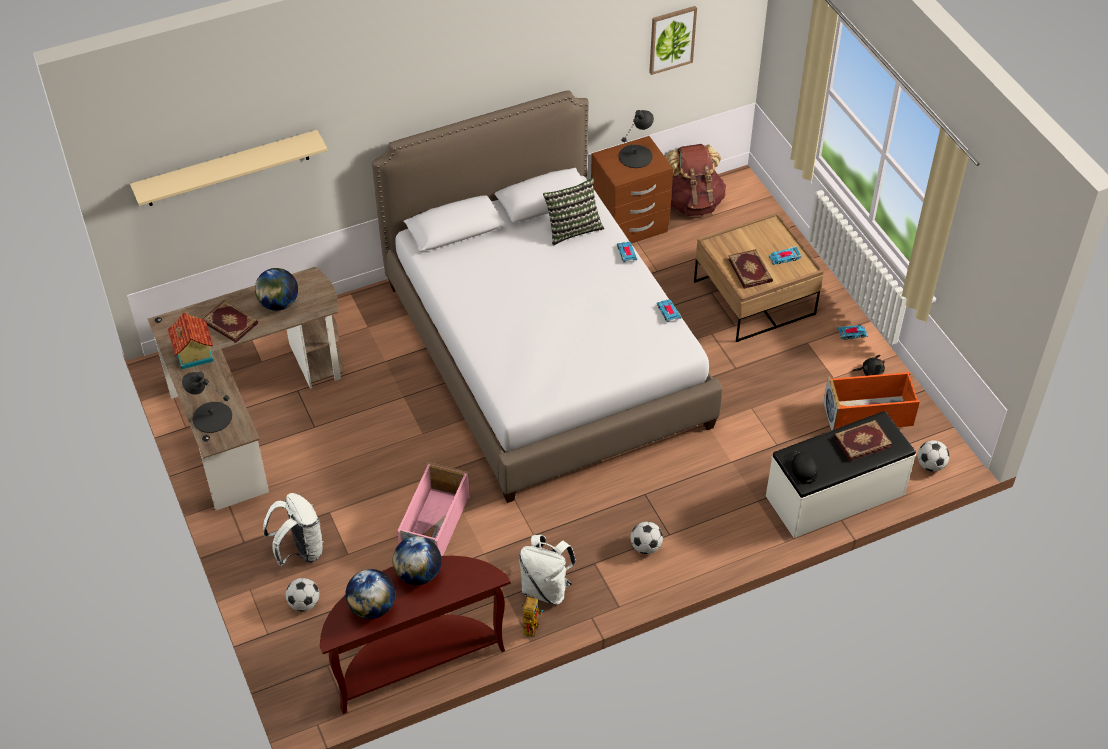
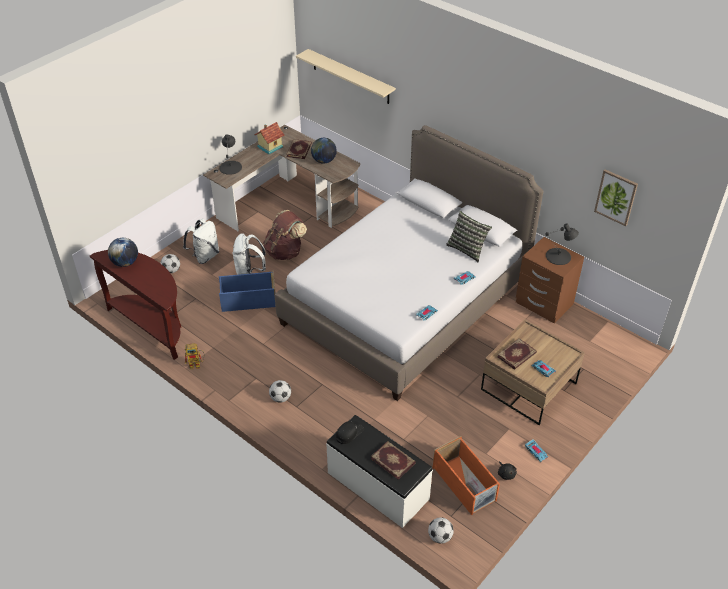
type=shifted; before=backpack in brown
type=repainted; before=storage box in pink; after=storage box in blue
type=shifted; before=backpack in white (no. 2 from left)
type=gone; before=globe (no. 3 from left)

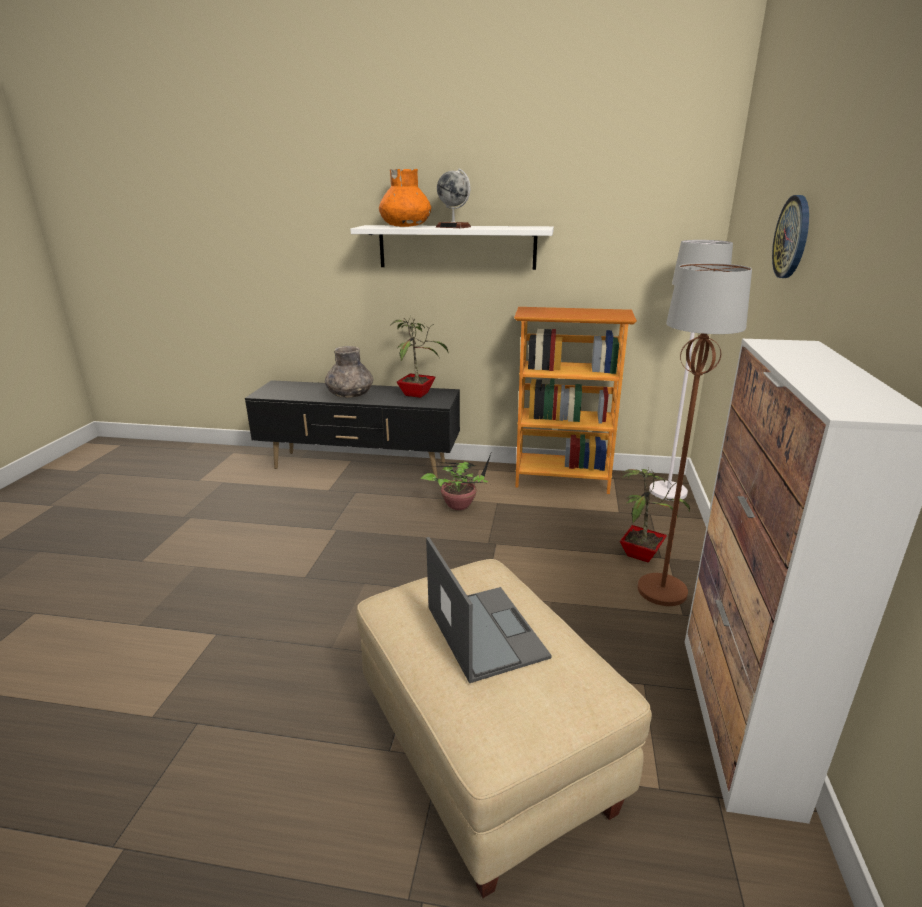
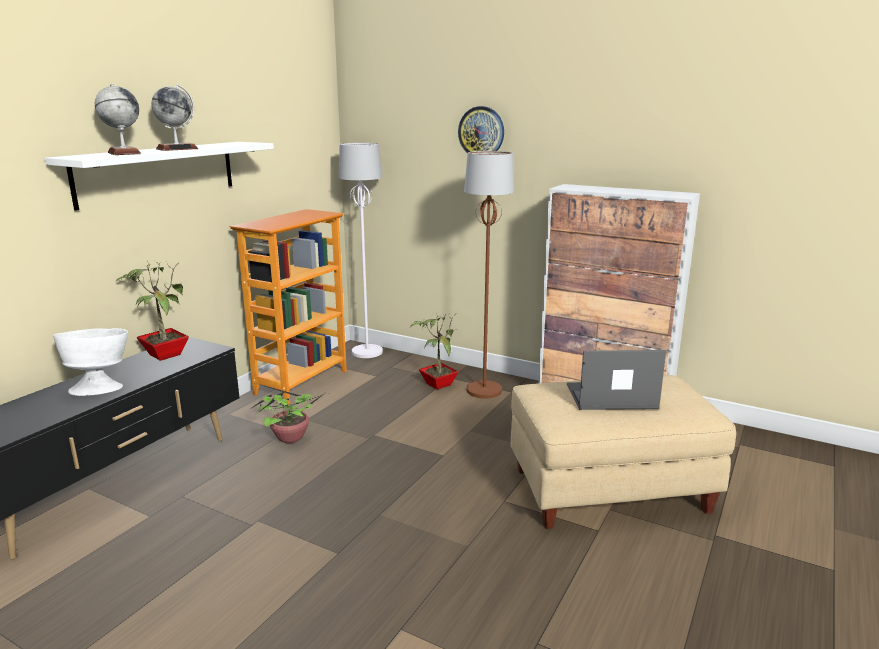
type=swapped; before=vase in orange; after=globe (no. 1 from left)
type=swapped; before=vase in grey; after=bowl in white

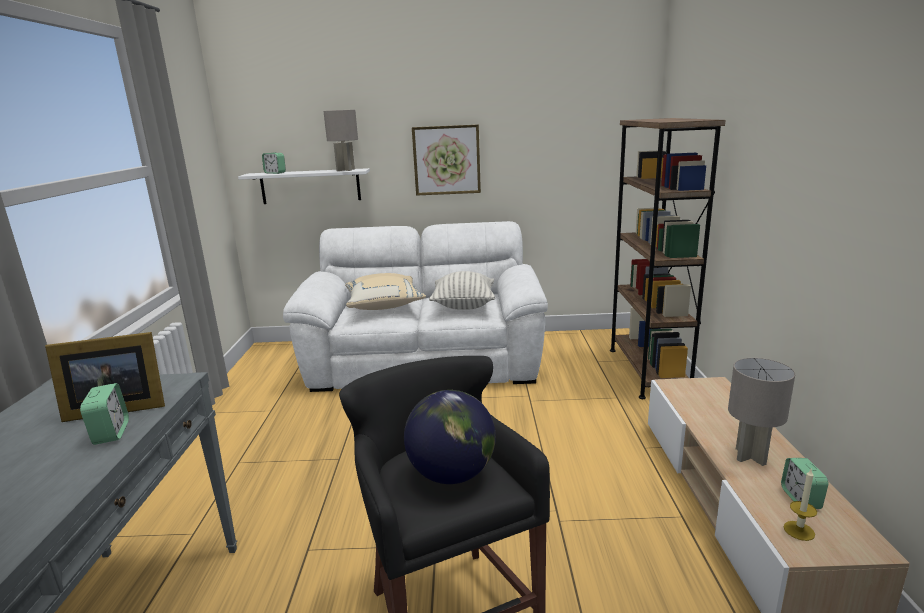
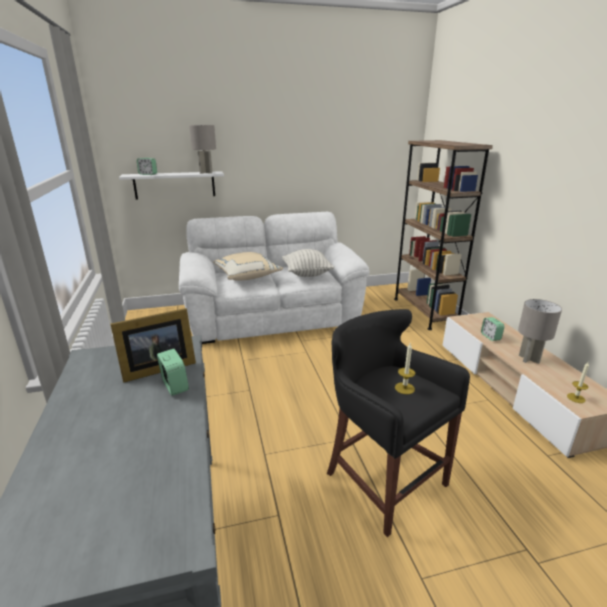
type=gone; before=picture
type=swapped; before=globe; after=candle (no. 1 from left)
type=shifted; before=alarm clock (no. 3 from left)

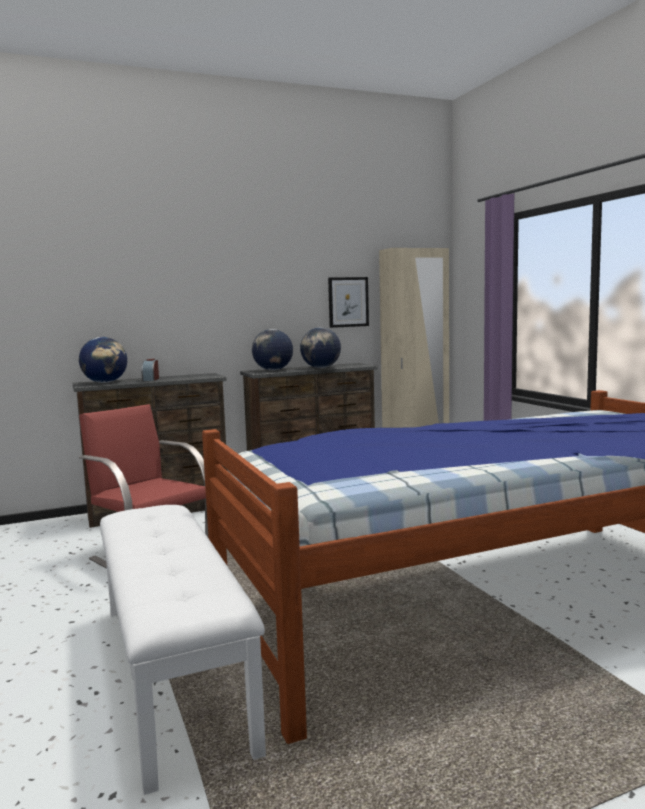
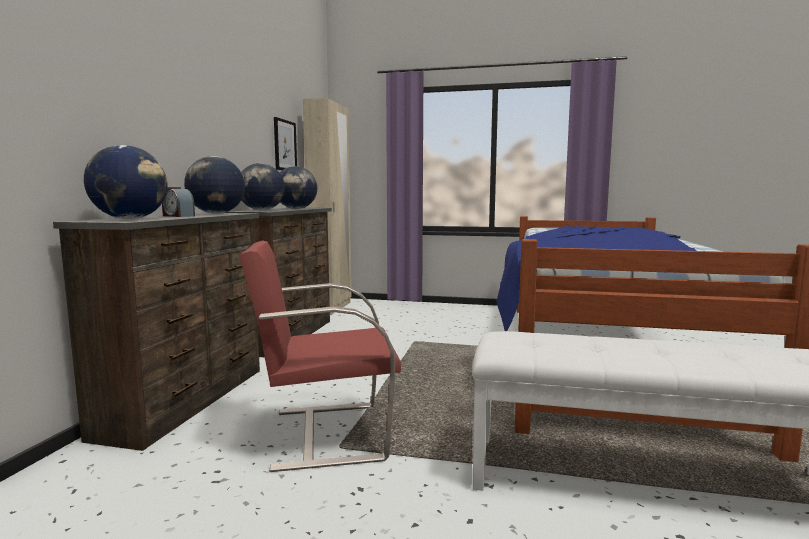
type=new; after=globe (no. 2 from left)

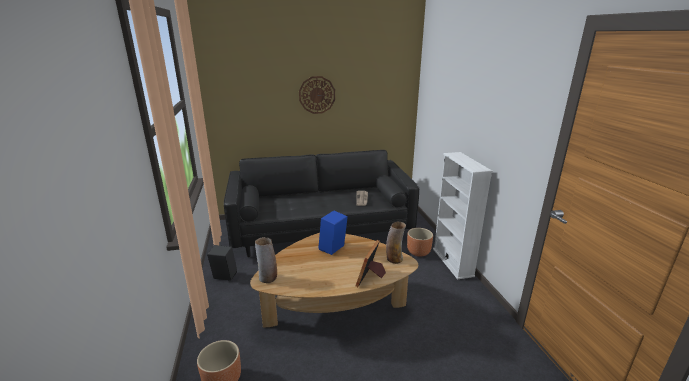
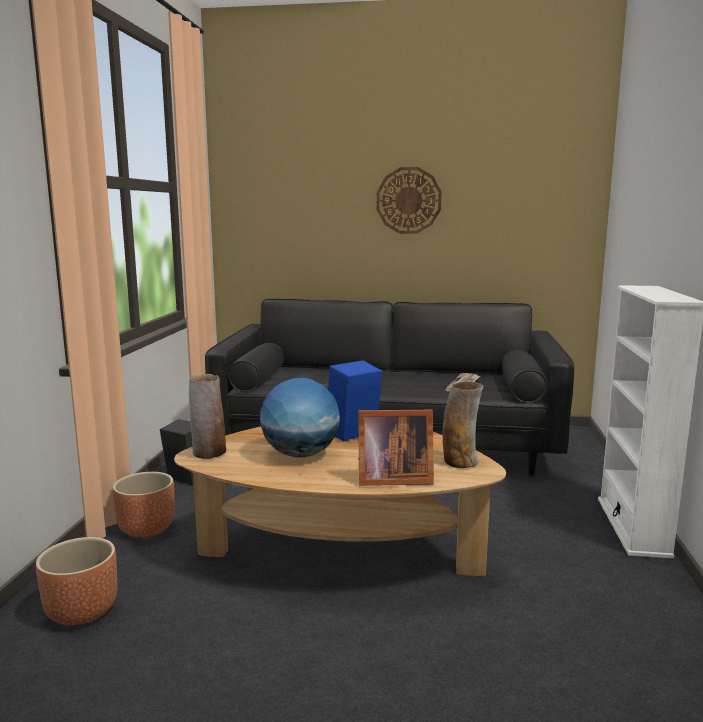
type=shifted; before=planter in brown (no. 2 from left)
type=rotated; before=picture frame; turn=-135
type=new; after=globe

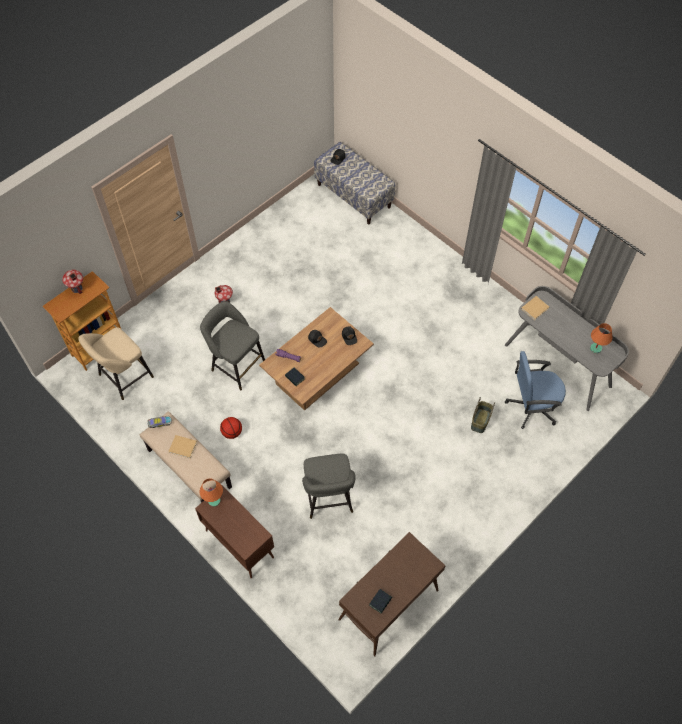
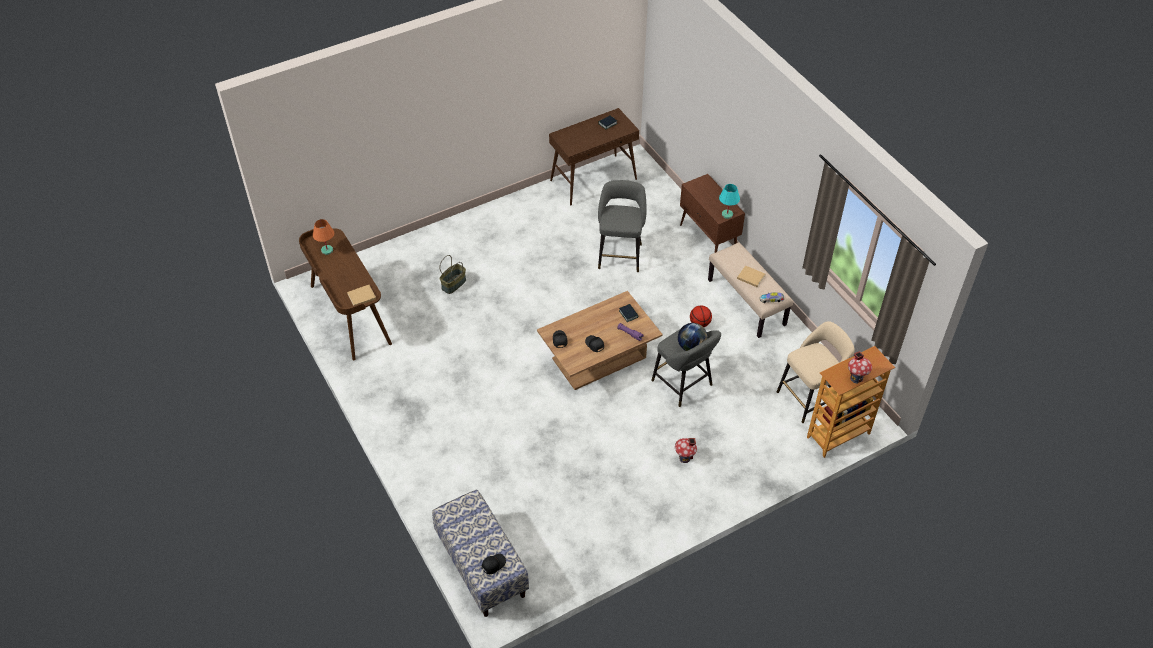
type=repainted; before=desk in grey; after=desk in brown
type=gone; before=office chair in blue
type=repainted; before=table lamp in orange (no. 1 from left); after=table lamp in turquoise
type=new; after=globe

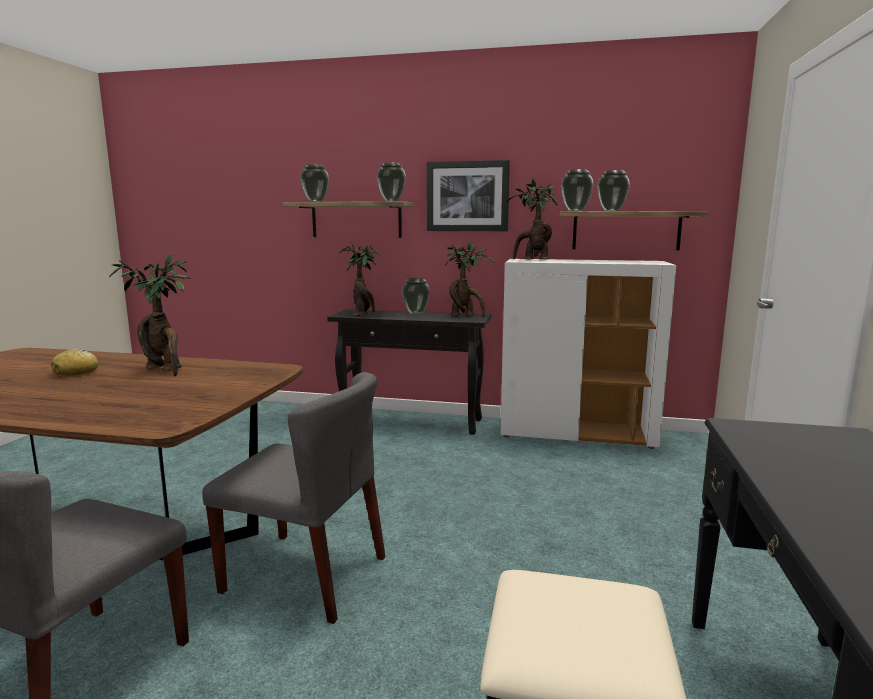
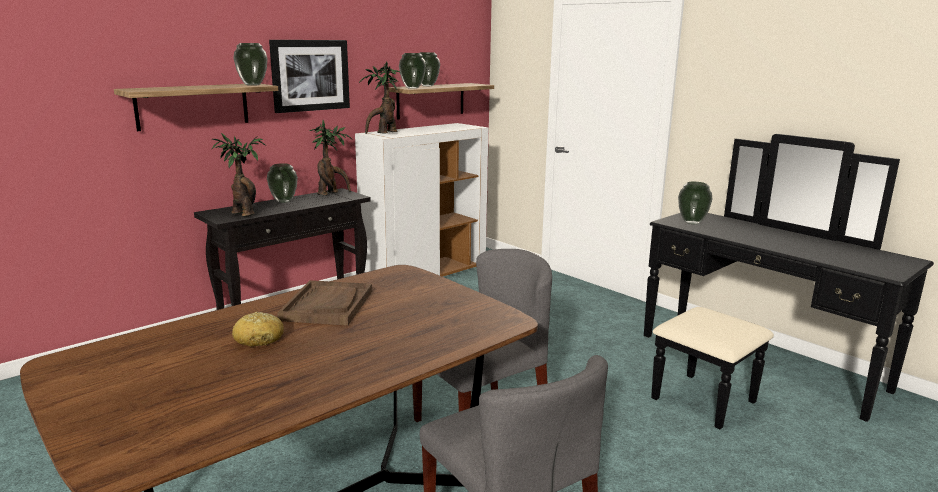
type=shifted; before=vase (no. 1 from left in the first image); after=vase (no. 5 from left)
type=swapped; before=potted plant (no. 1 from left); after=tray in brown

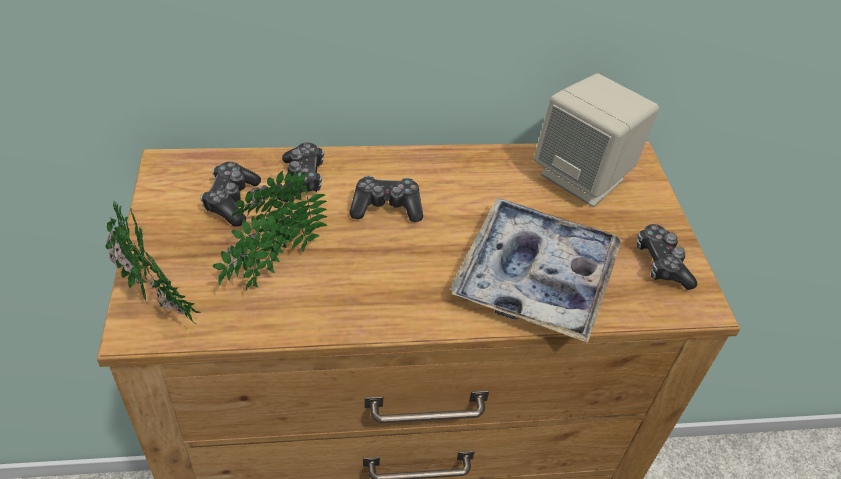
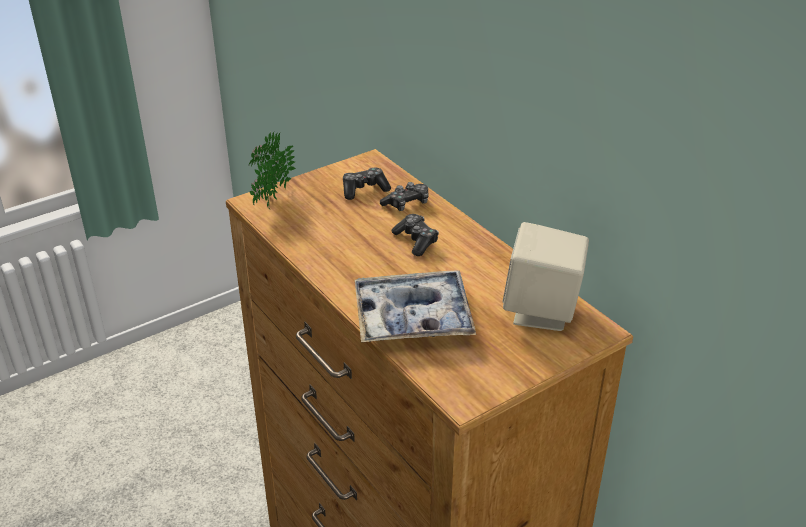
type=gone; before=potted plant (no. 2 from left)
type=gone; before=game controller (no. 4 from left)

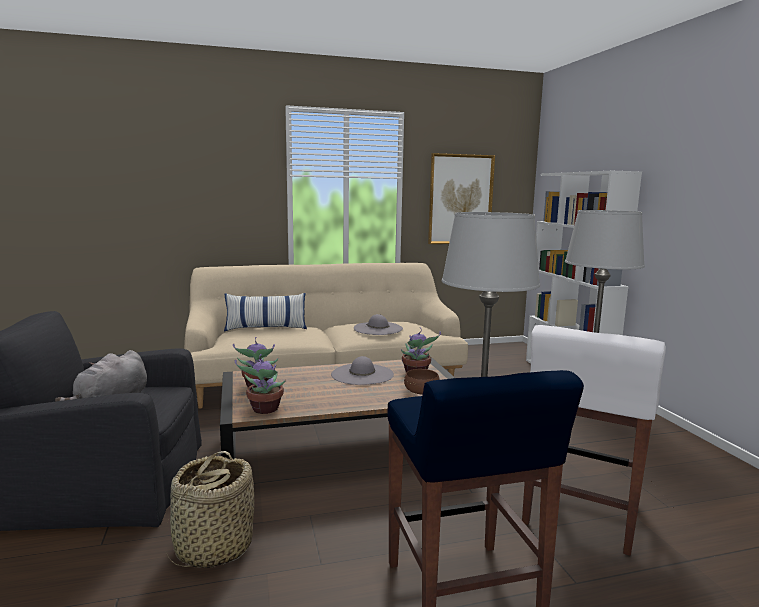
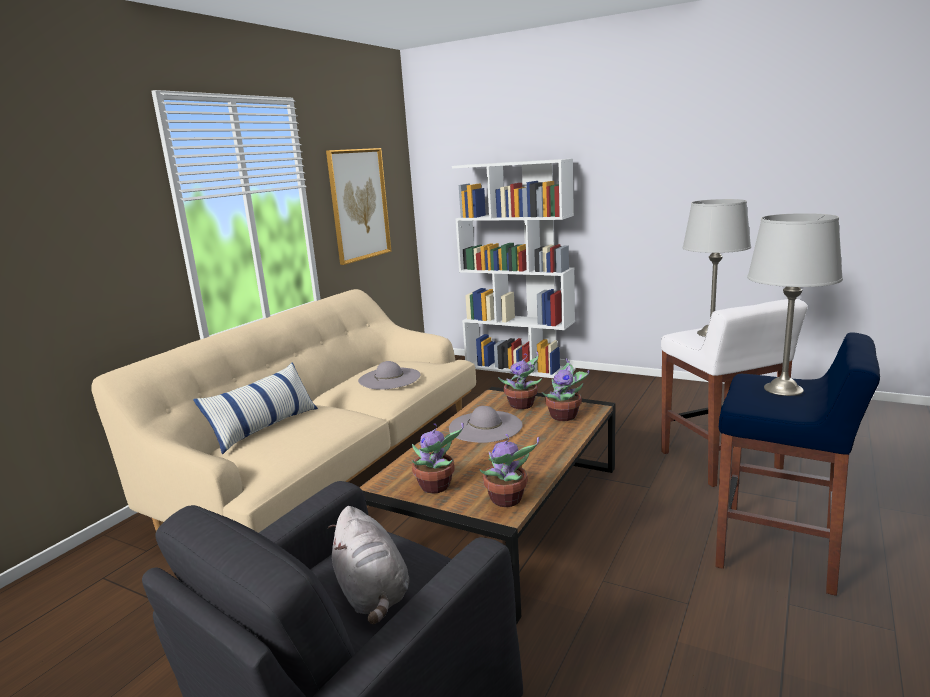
type=swapped; before=bowl in brown; after=potted plant (no. 4 from left)
type=gone; before=basket

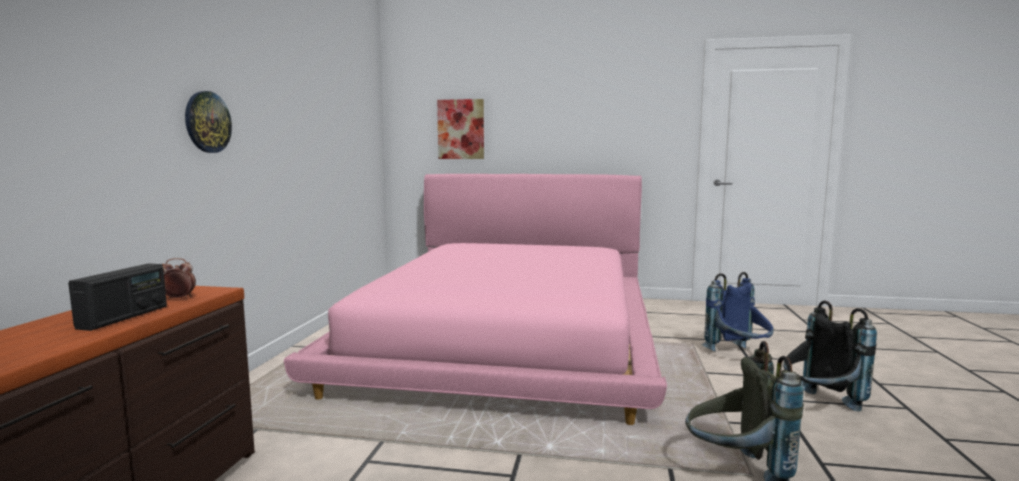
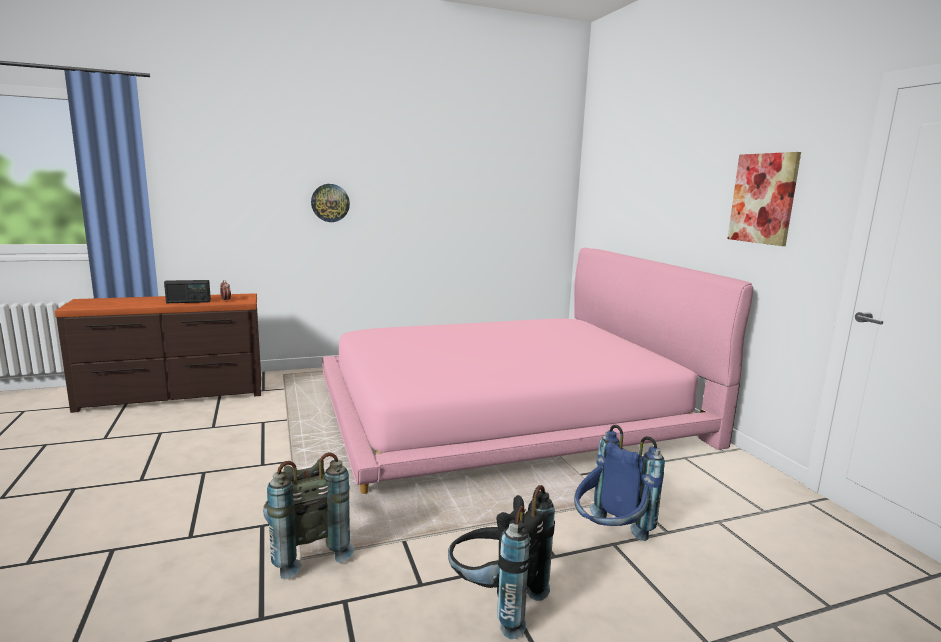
type=shifted; before=picture

